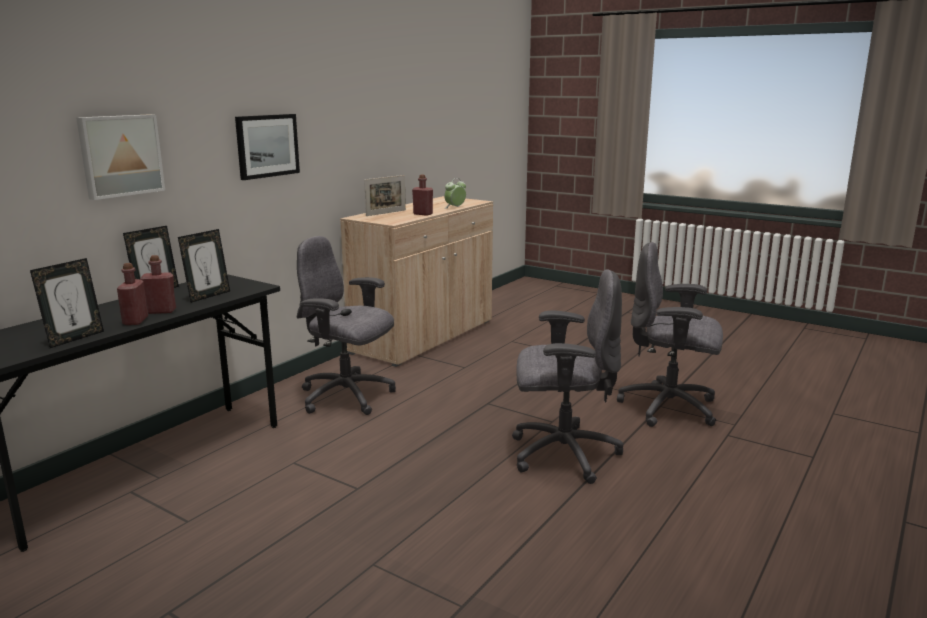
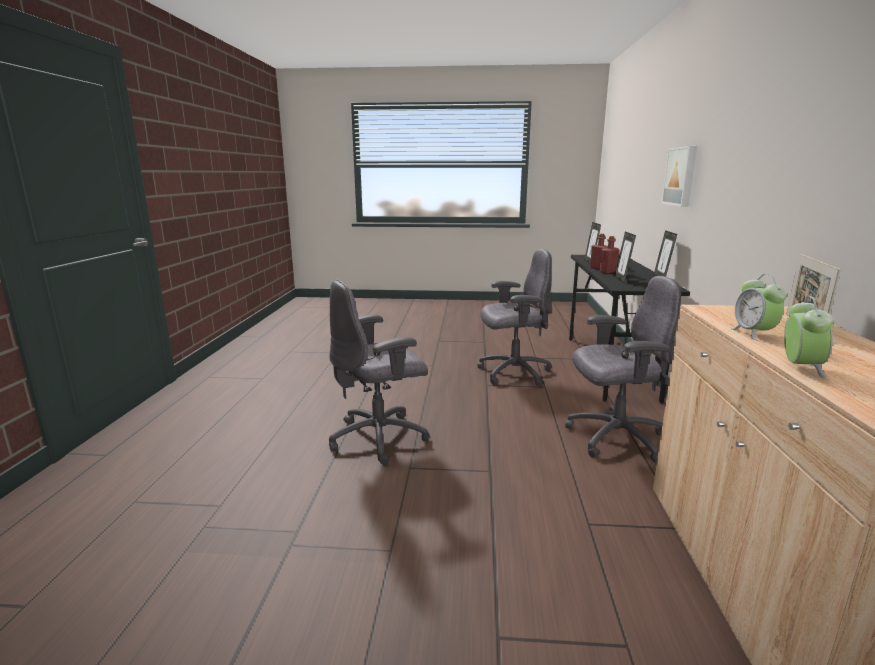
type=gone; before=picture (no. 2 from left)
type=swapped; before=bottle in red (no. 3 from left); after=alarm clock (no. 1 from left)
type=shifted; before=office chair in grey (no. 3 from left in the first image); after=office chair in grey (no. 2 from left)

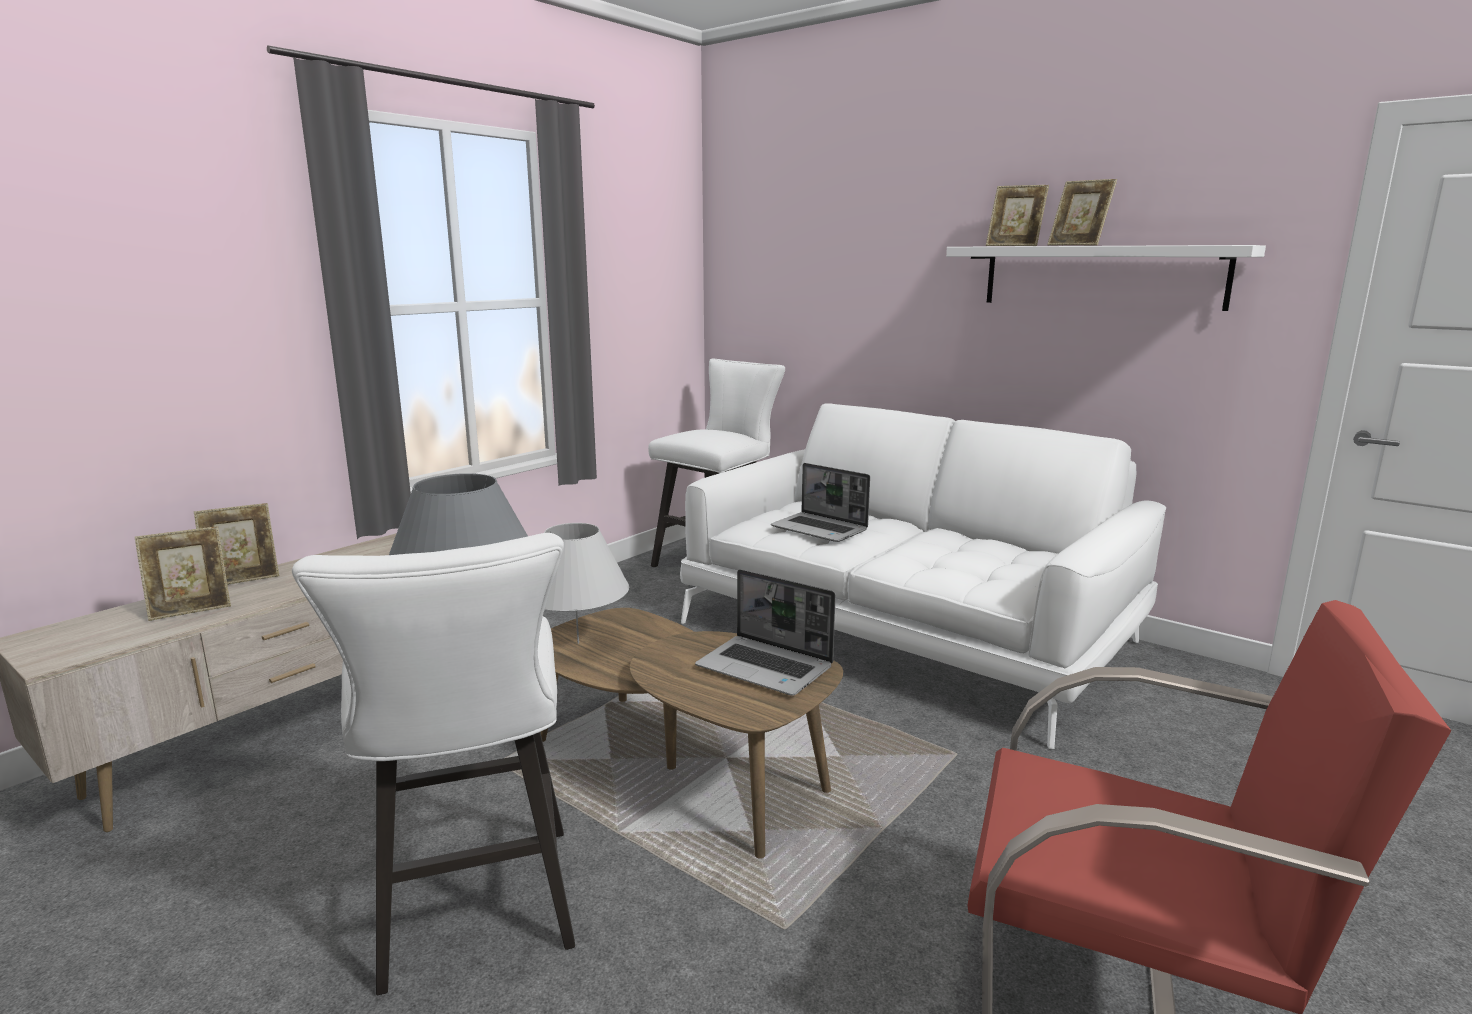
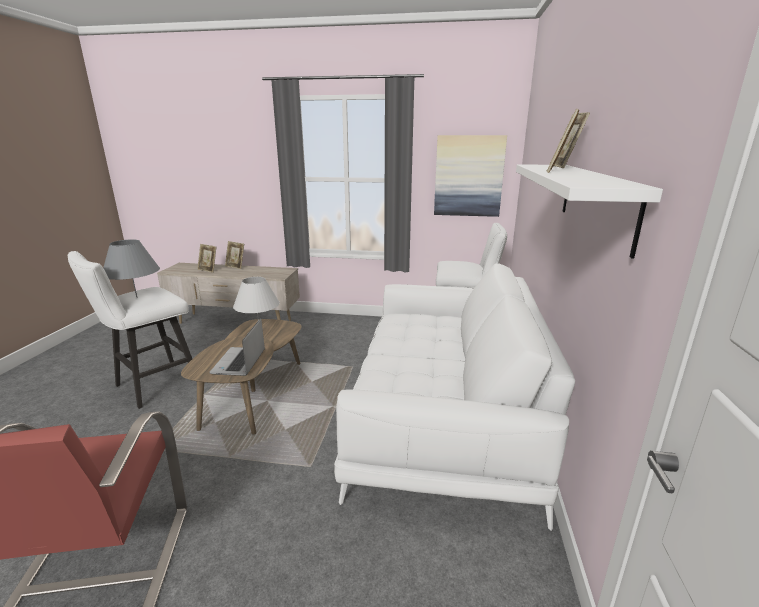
type=gone; before=laptop (no. 2 from left)
type=new; after=picture

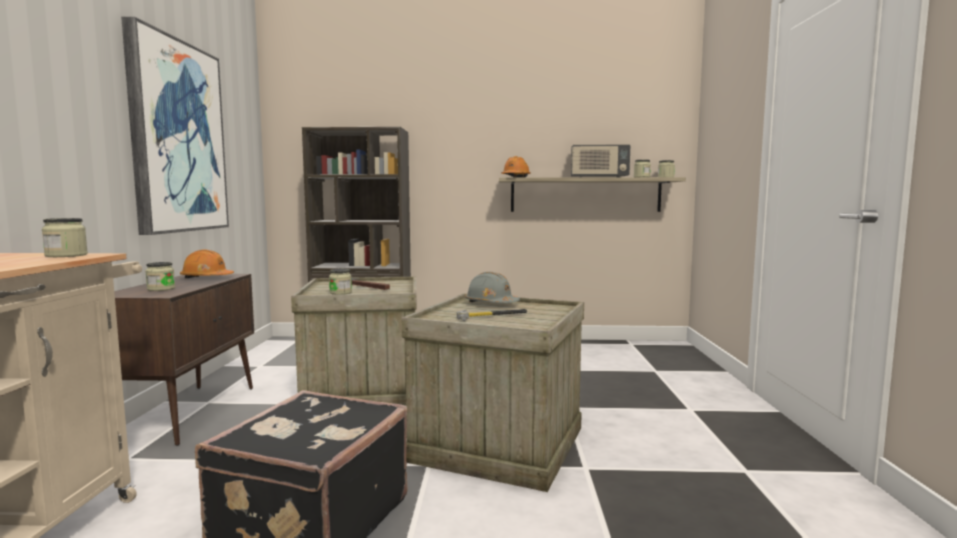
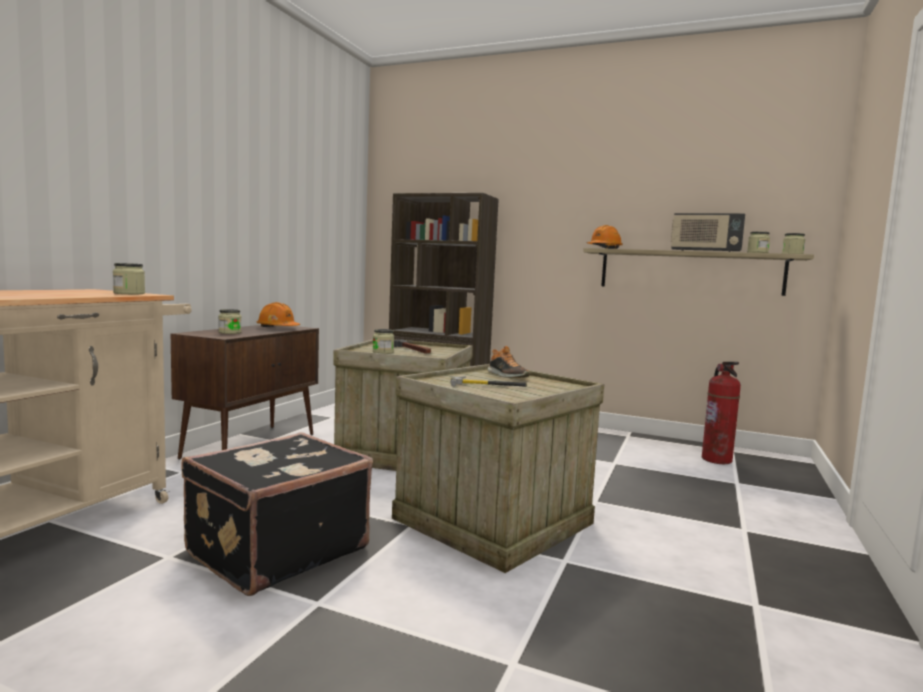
type=gone; before=picture
type=swapped; before=hard hat in grey; after=shoe
type=new; after=fire extinguisher

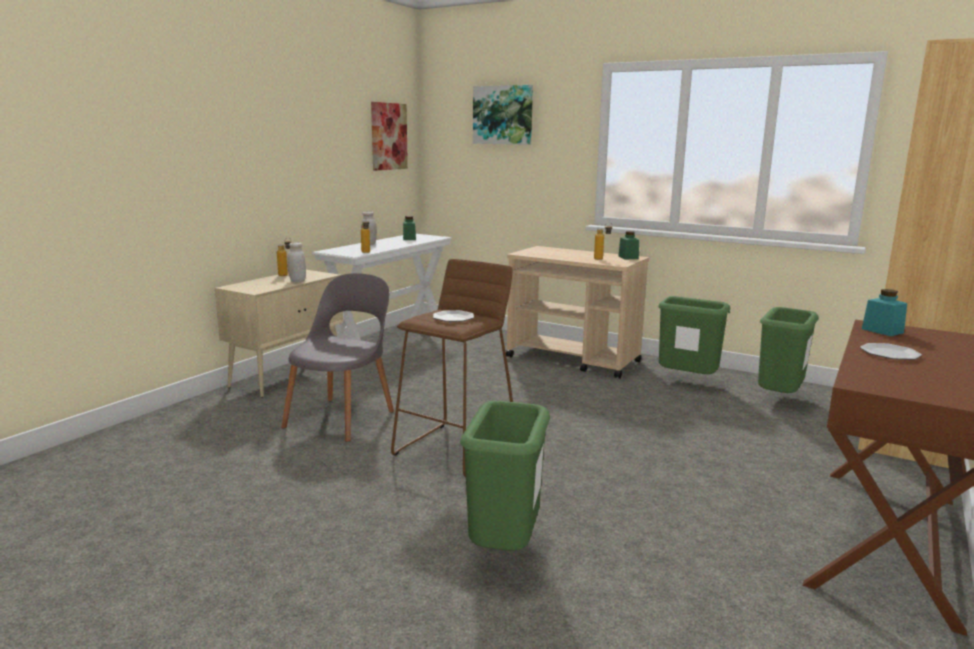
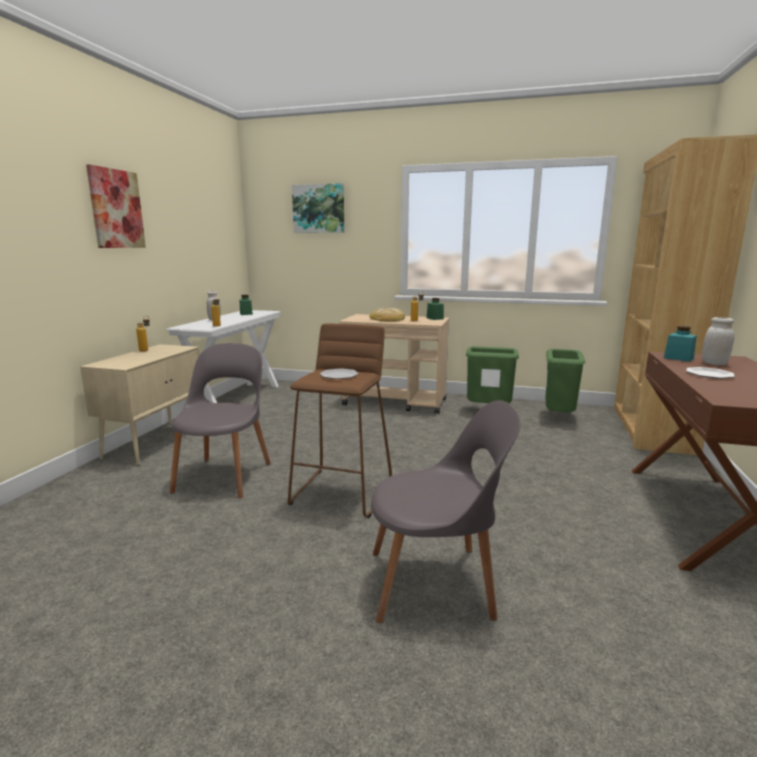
type=shifted; before=picture (no. 1 from left)
type=shifted; before=jar in white (no. 1 from left in the first image); after=jar in white (no. 2 from left)
type=swapped; before=trash can in green (no. 1 from left); after=chair in grey (no. 2 from left)
type=new; after=bread

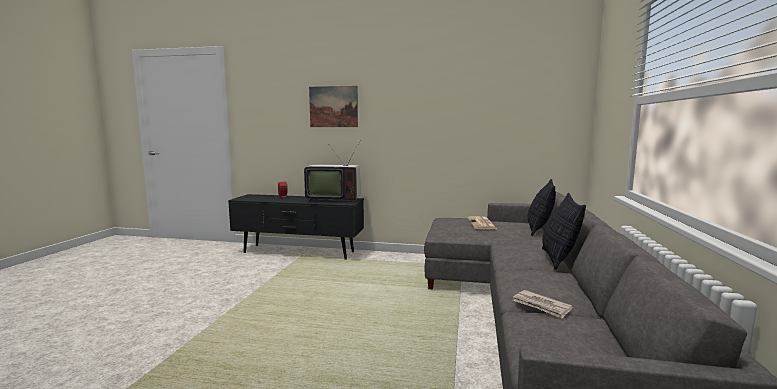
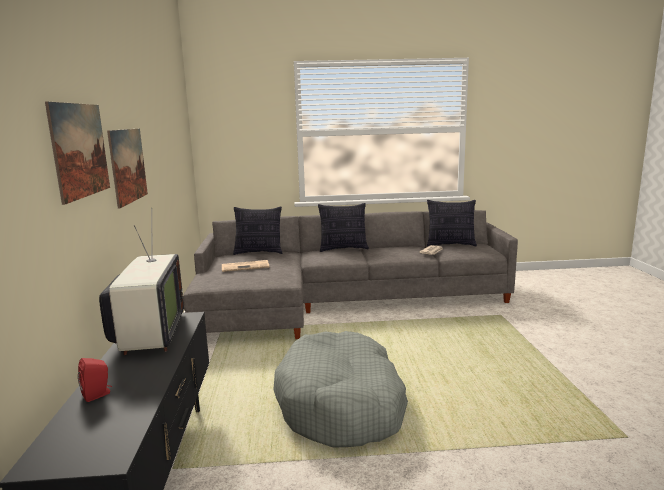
type=new; after=picture (no. 2 from left)
type=new; after=pillow (no. 3 from left)
type=new; after=dog bed in grey

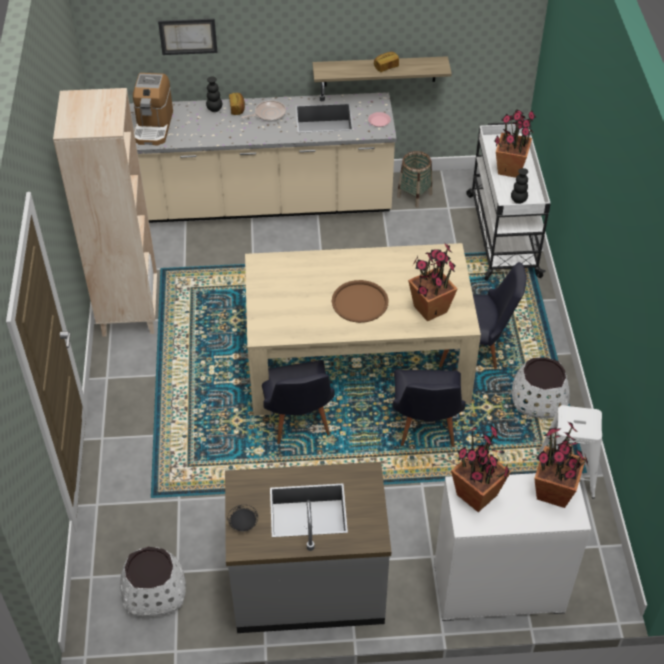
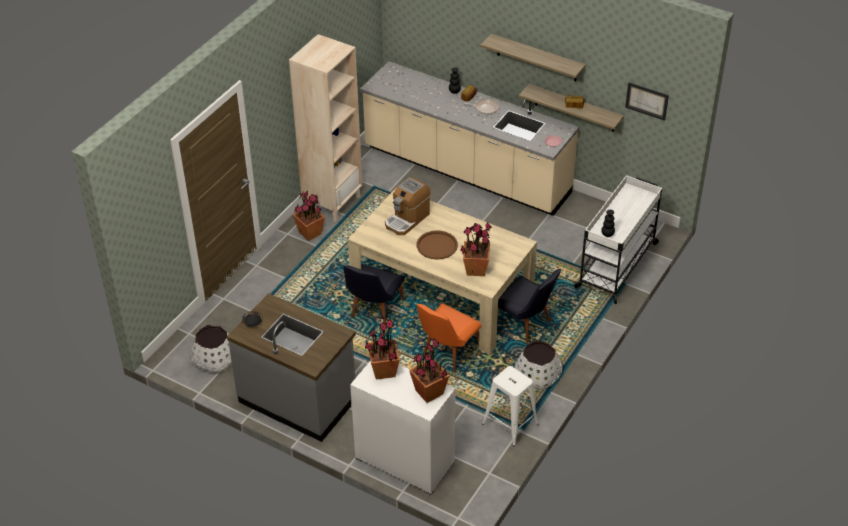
type=shifted; before=picture
type=shifted; before=coffee machine
type=shifted; before=potted plant (no. 3 from left in the first image); after=potted plant (no. 1 from left)
type=gone; before=basket
type=repainted; before=chair in black (no. 2 from left); after=chair in orange
type=new; after=shelf (no. 1 from left)

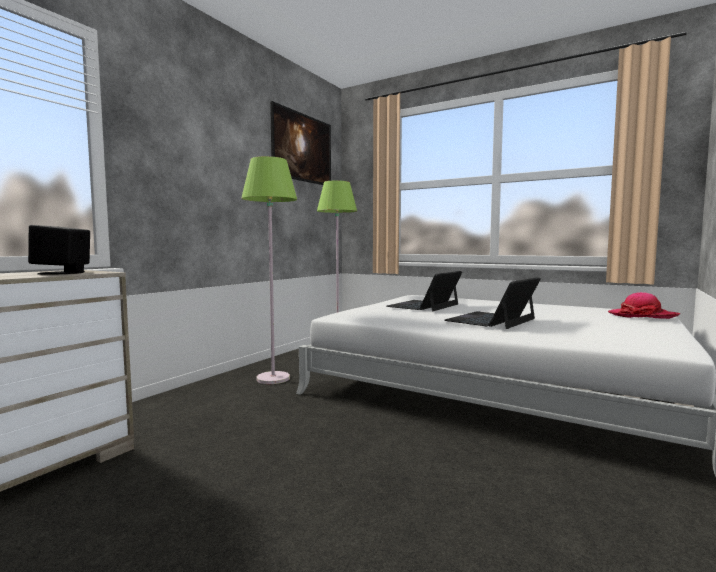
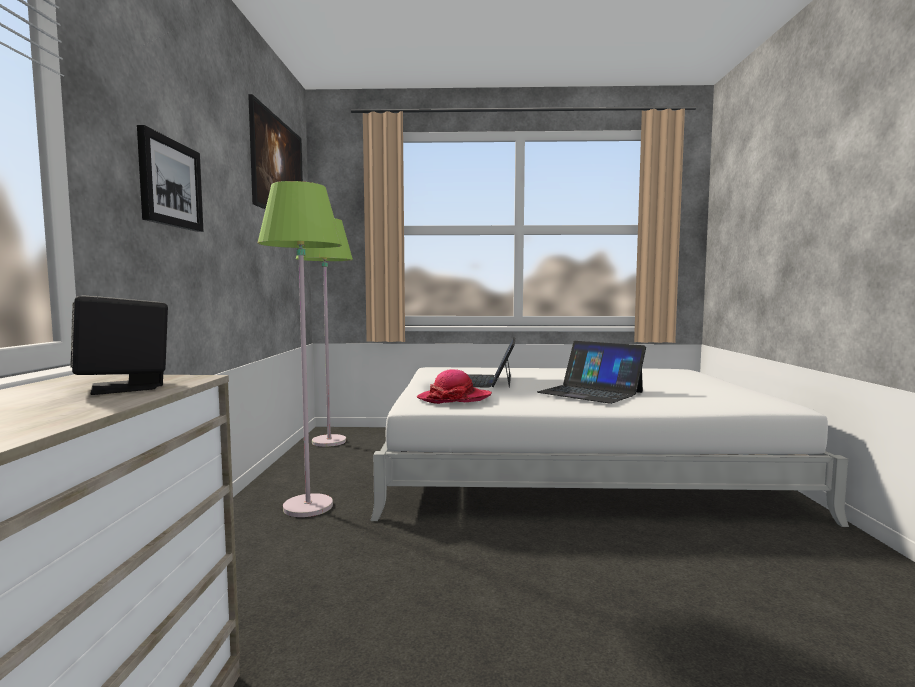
type=rotated; before=laptop (no. 2 from left); turn=-60
type=shifted; before=hat
type=new; after=picture (no. 1 from left)

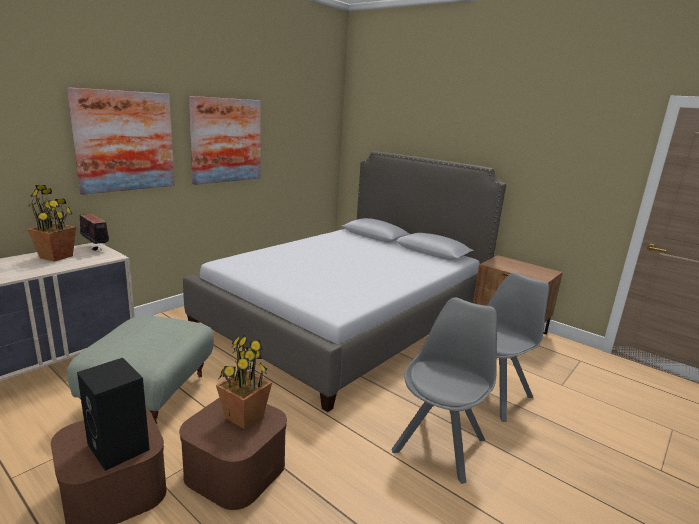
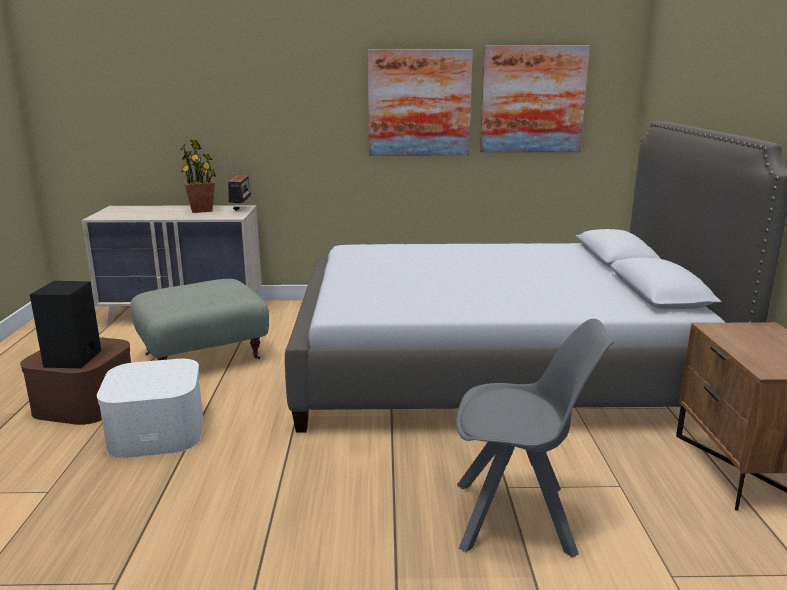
type=shifted; before=picture (no. 1 from left in the first image); after=picture (no. 2 from left)
type=gone; before=chair in grey (no. 1 from left)
type=gone; before=potted plant (no. 2 from left)
type=repainted; before=storage box in brown (no. 2 from left); after=storage box in white

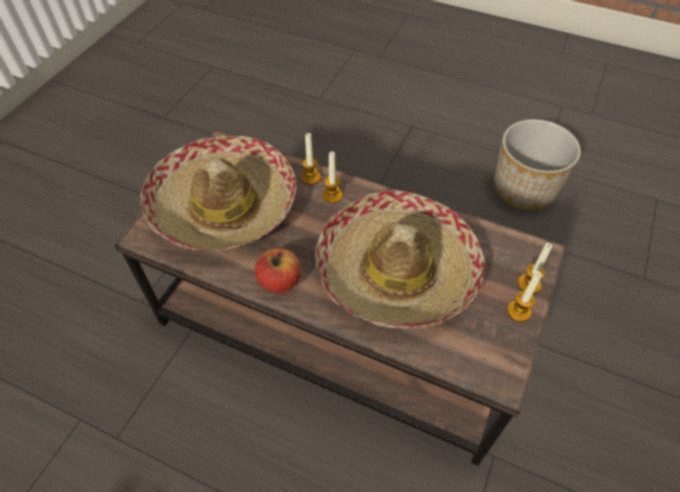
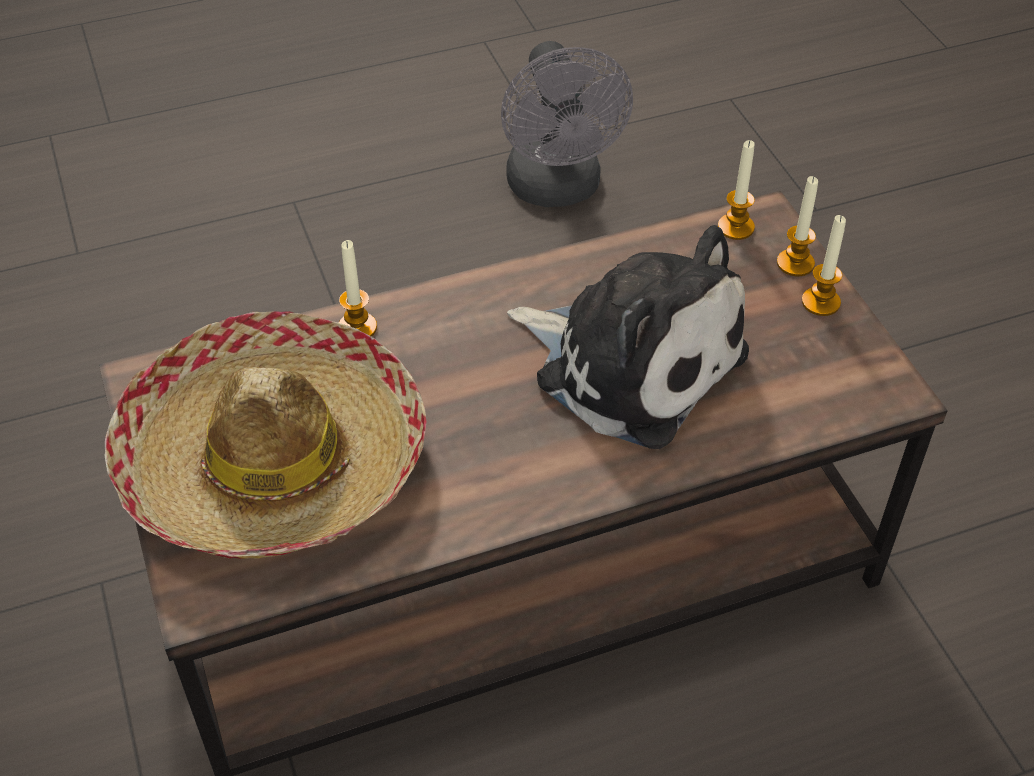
type=swapped; before=planter; after=fan in grey
type=shifted; before=candle (no. 2 from left)
type=swapped; before=hat (no. 2 from left); after=plush toy
type=gone; before=apple

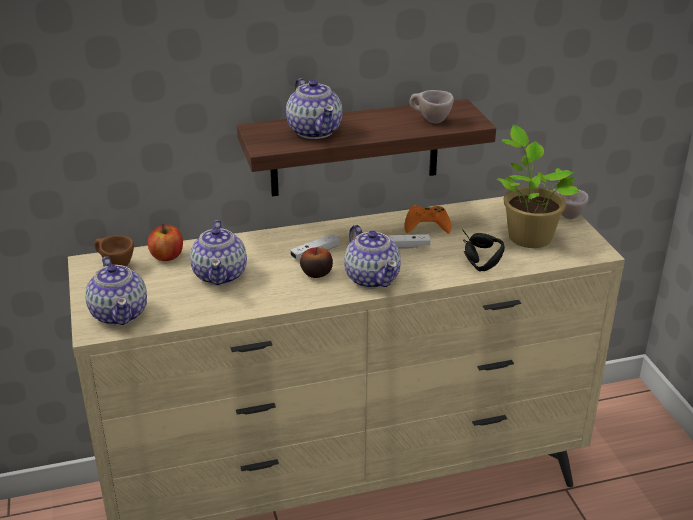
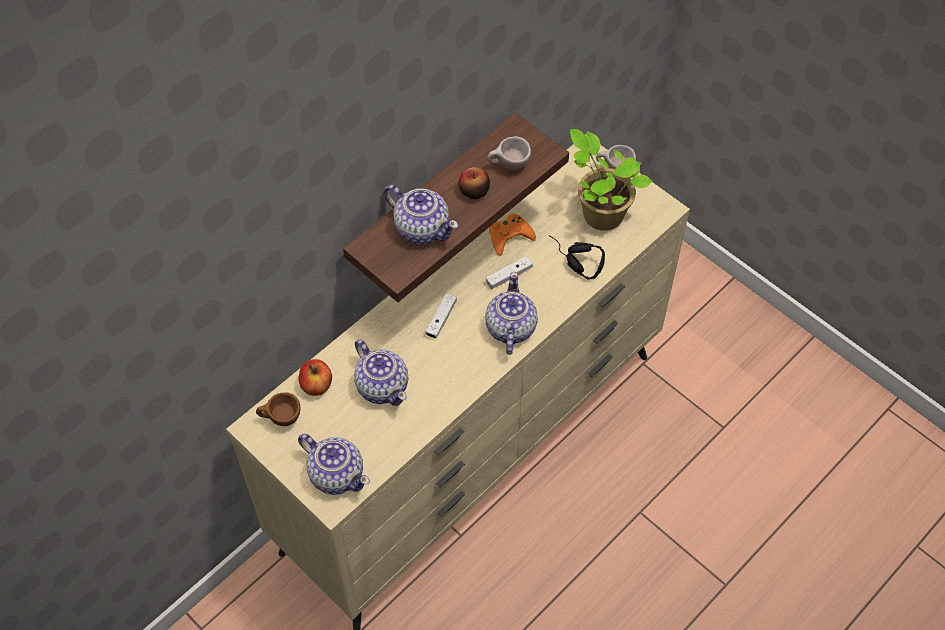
type=rotated; before=teapot (no. 4 from left); turn=-120
type=shifted; before=apple (no. 2 from left)

